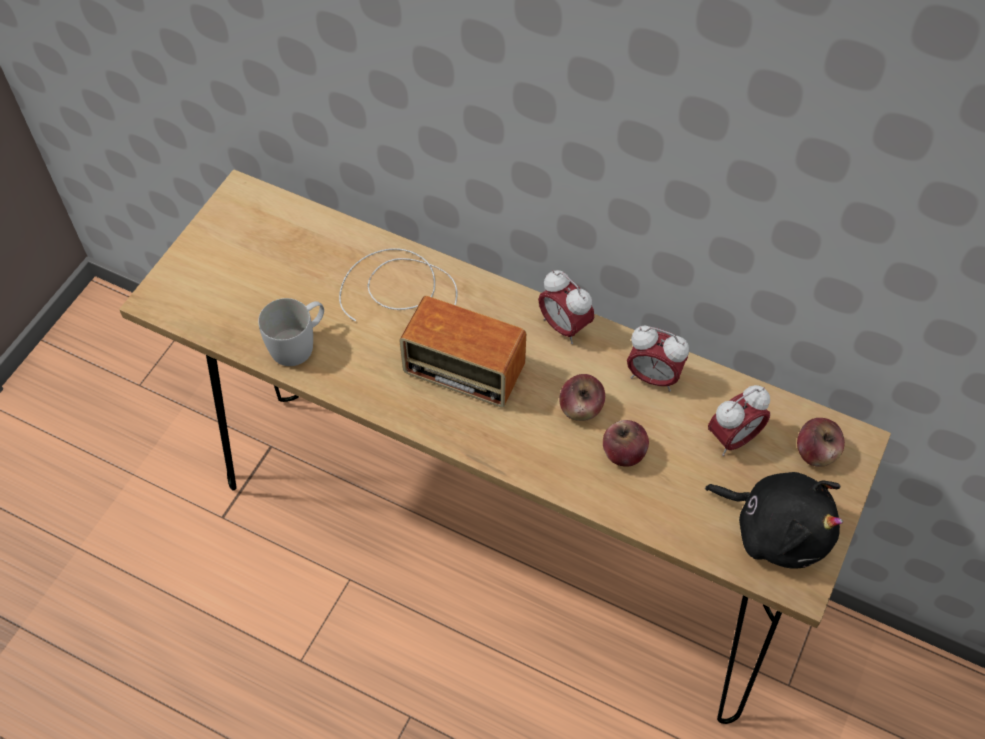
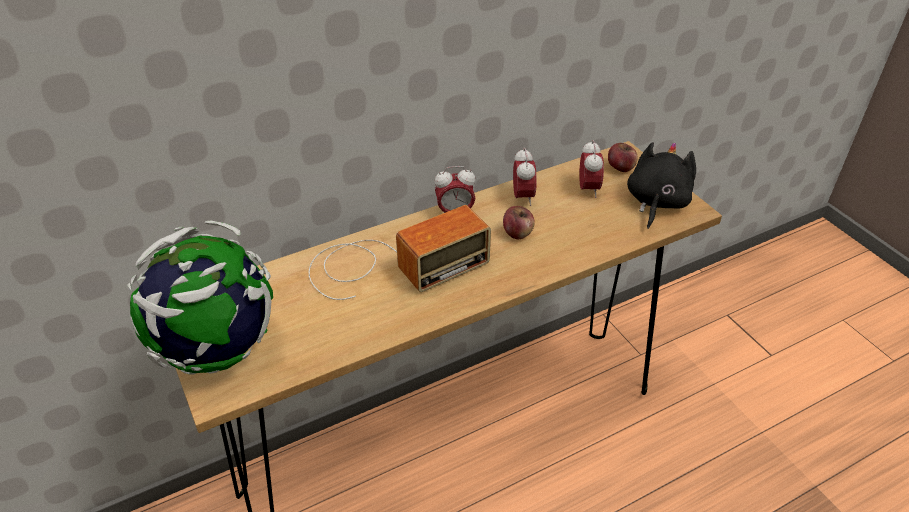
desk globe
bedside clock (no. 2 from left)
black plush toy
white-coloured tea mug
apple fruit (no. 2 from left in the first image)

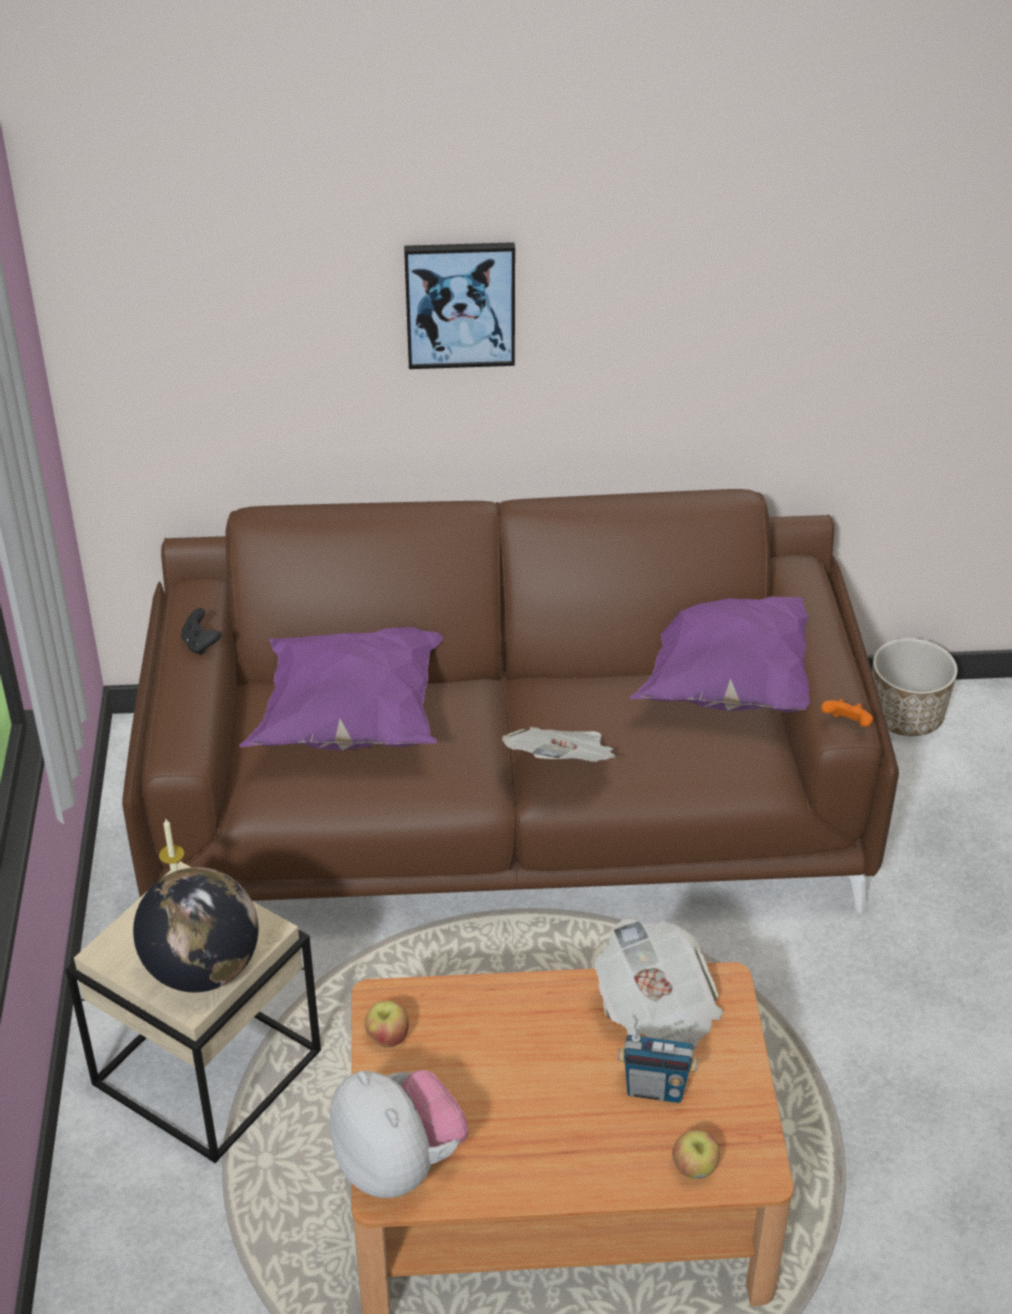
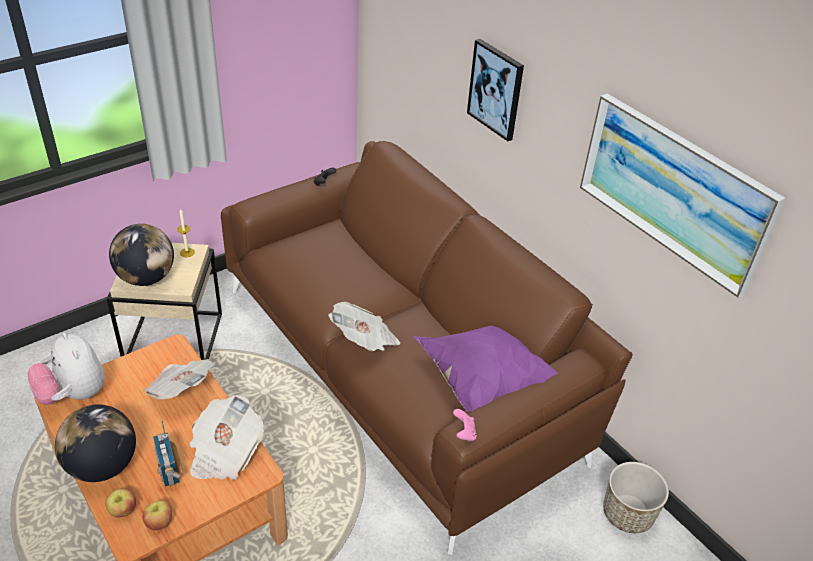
plush toy
desk globe (no. 1 from left)
apple fruit (no. 2 from left)
printed paper (no. 1 from left)
pink-coloured game controller
wall art (no. 2 from left)
purple cushion (no. 1 from left in the first image)

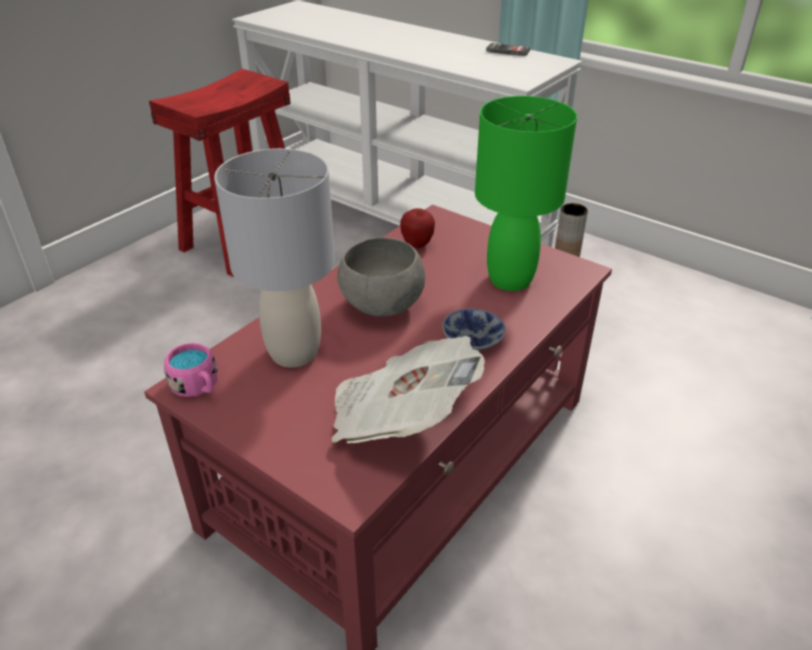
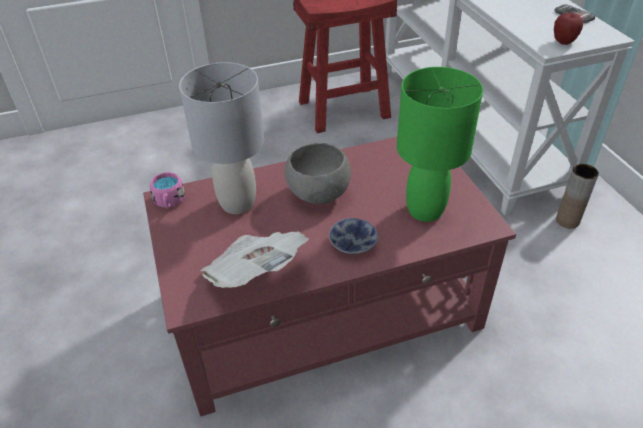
apple fruit

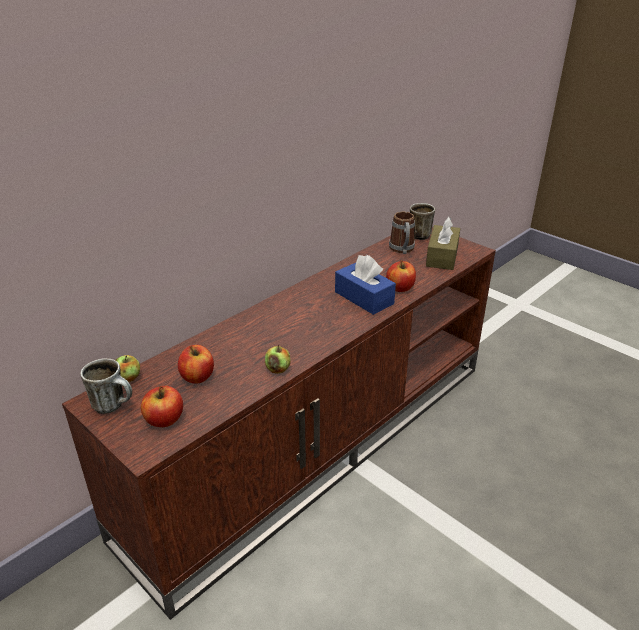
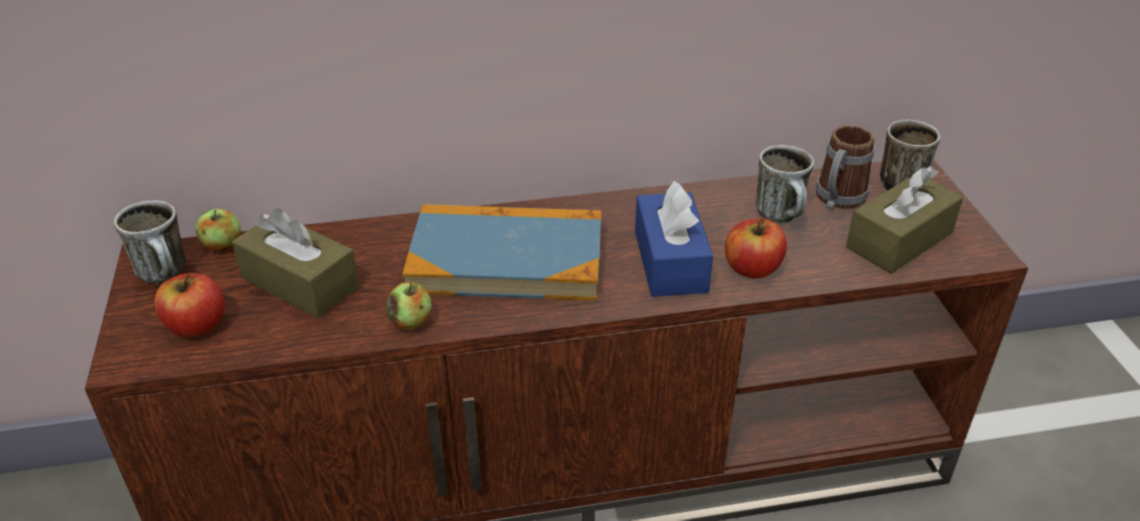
brownish tissue box (no. 1 from left)
book
tea mug (no. 2 from left)

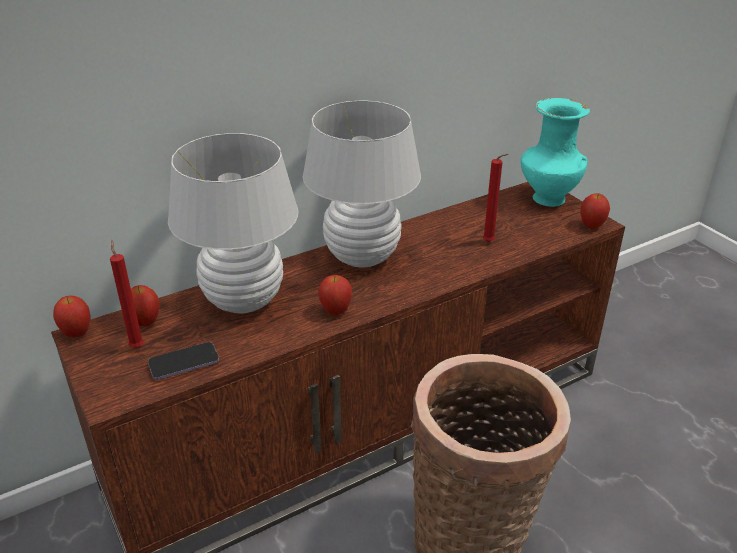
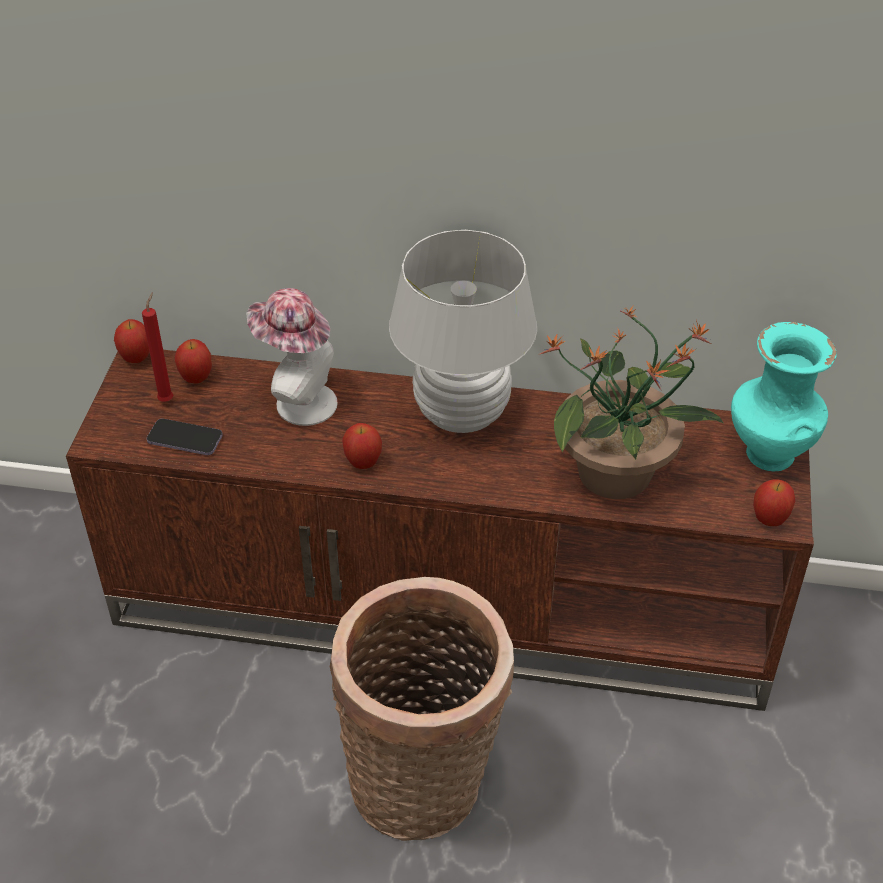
wearable hat
houseplant

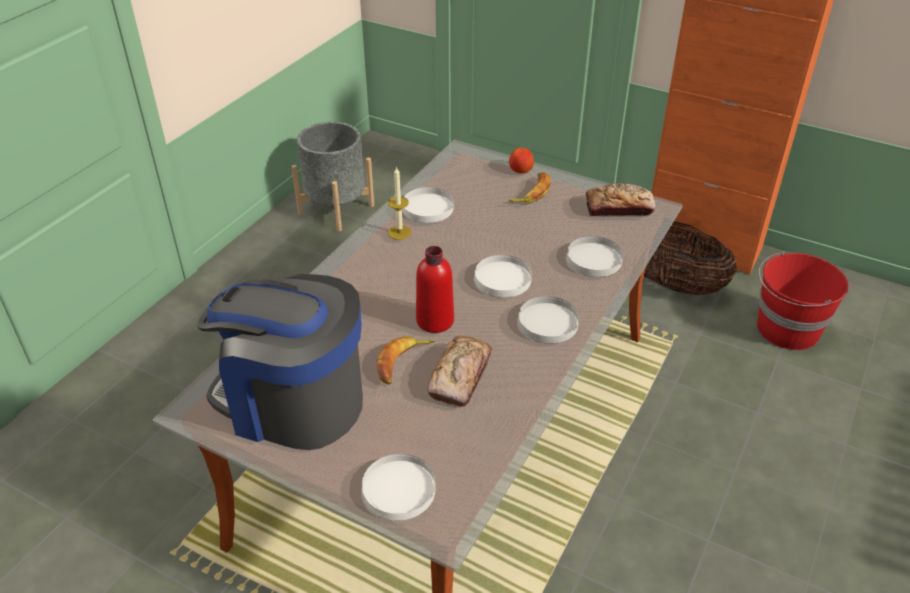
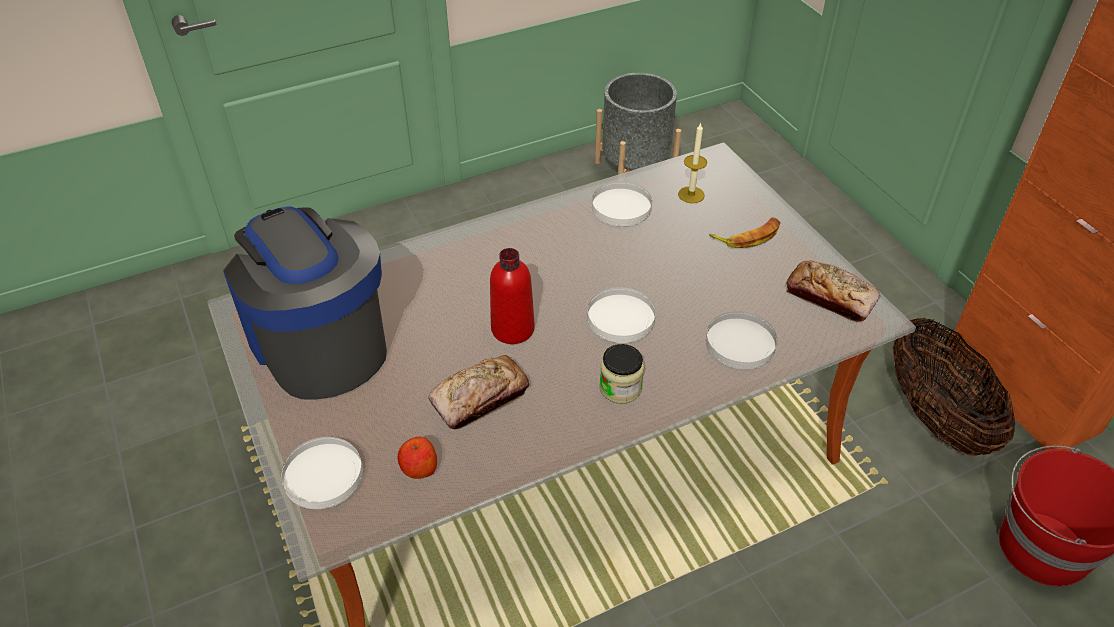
apple fruit
storage jar
candle
banana (no. 1 from left in the first image)

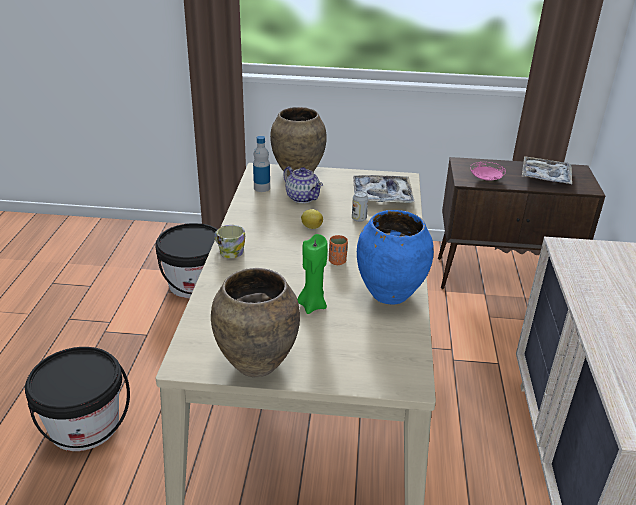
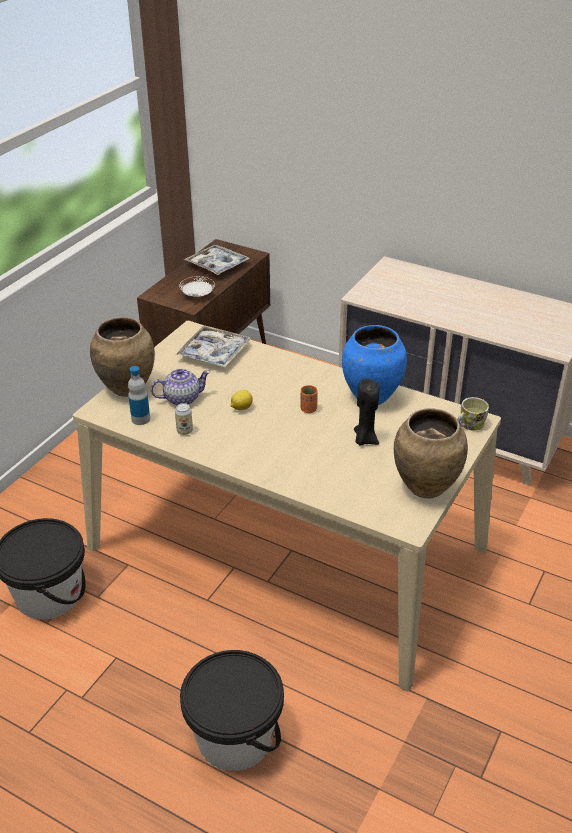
can
white-coloured plate
black candle
tea mug

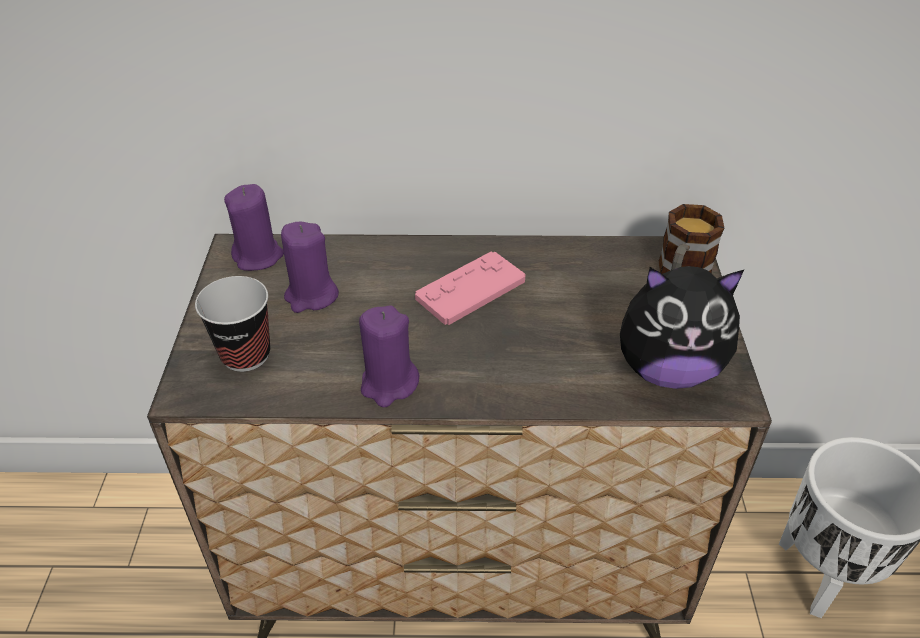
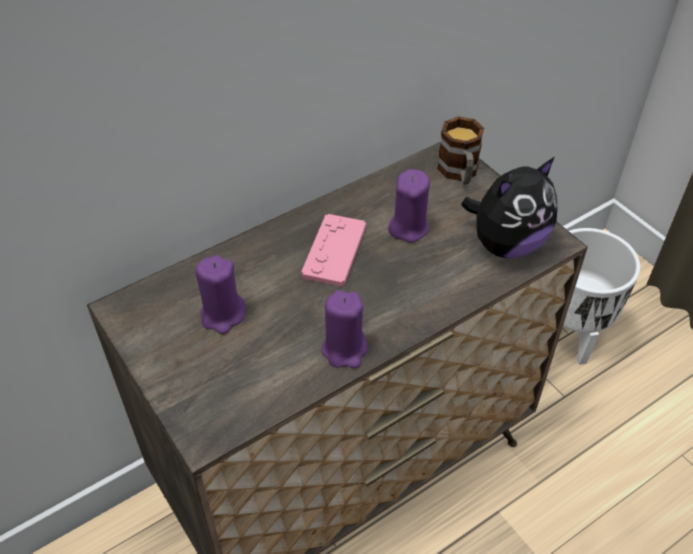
purple candle (no. 3 from left)
small cup

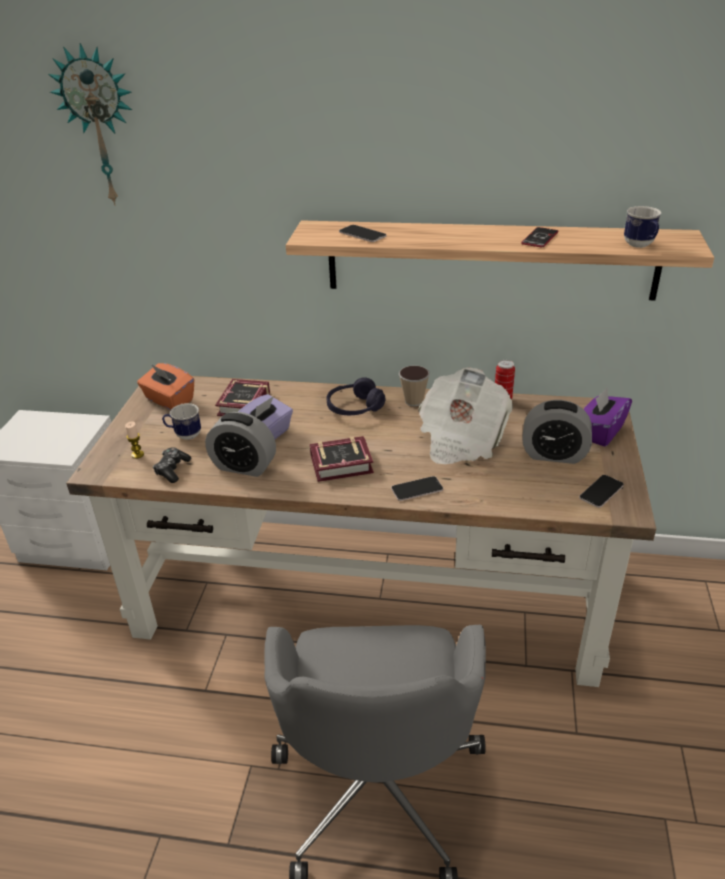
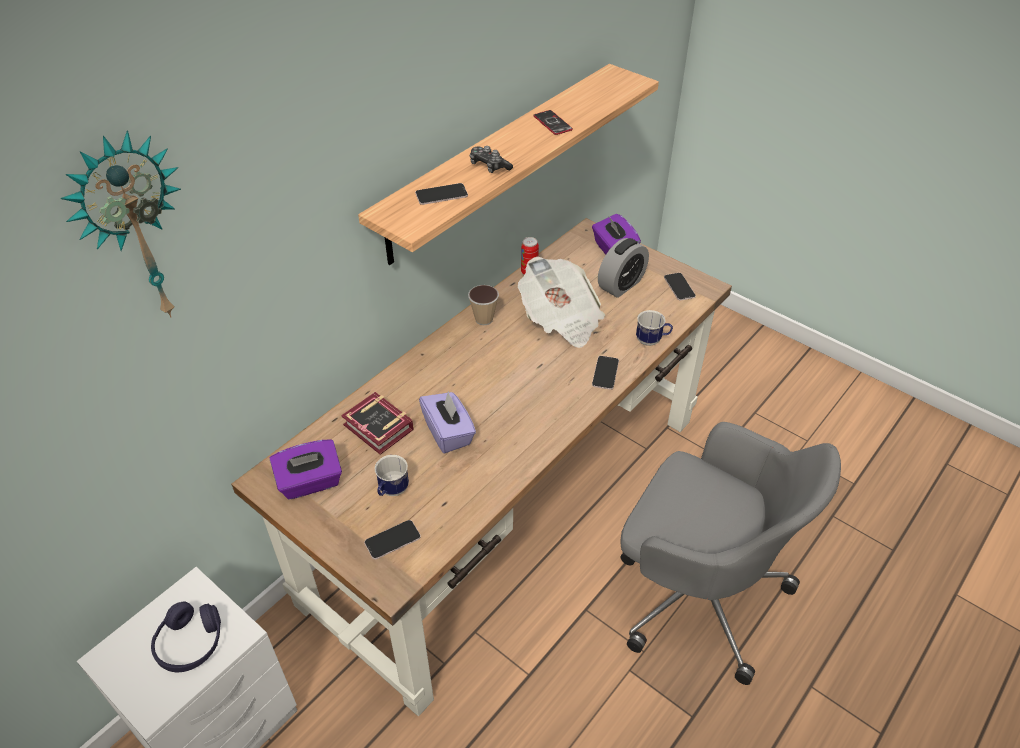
purple pair of headphones
purple tissue box (no. 1 from left)
phone (no. 1 from left)
game controller
tea mug (no. 2 from left)
bedside clock (no. 1 from left in the first image)
book (no. 2 from left in the first image)

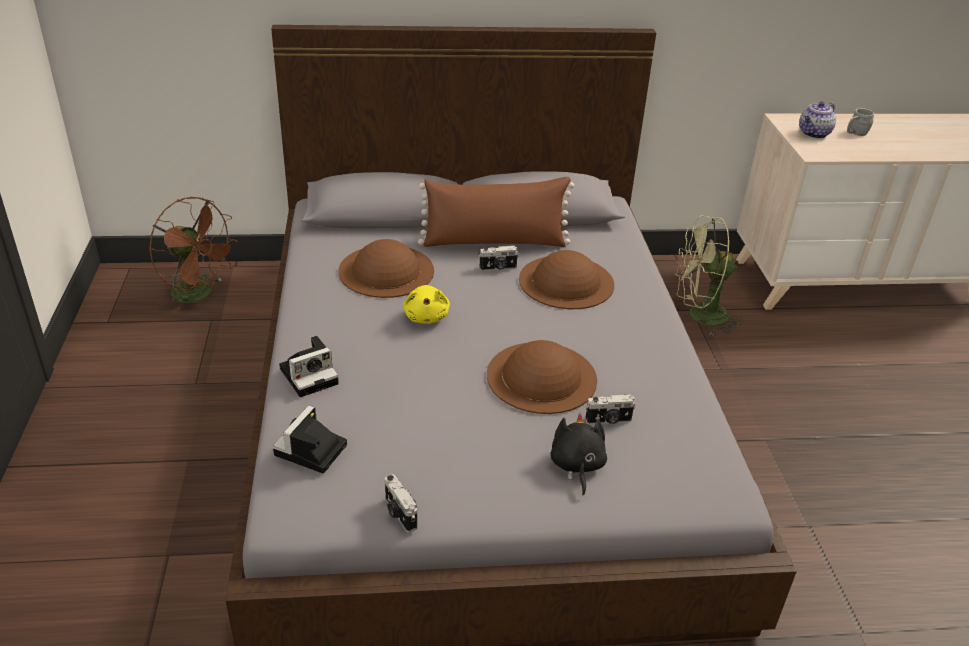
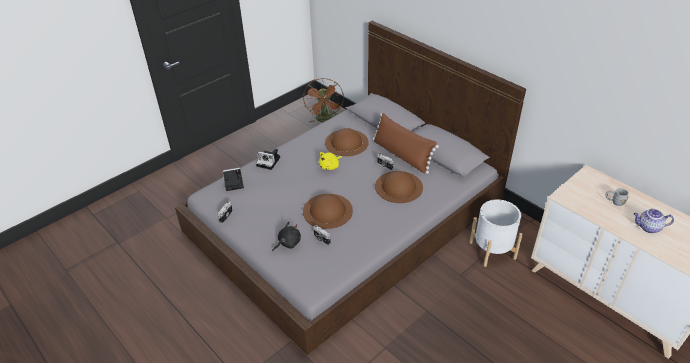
white-coloured plant pot
pot for tea

